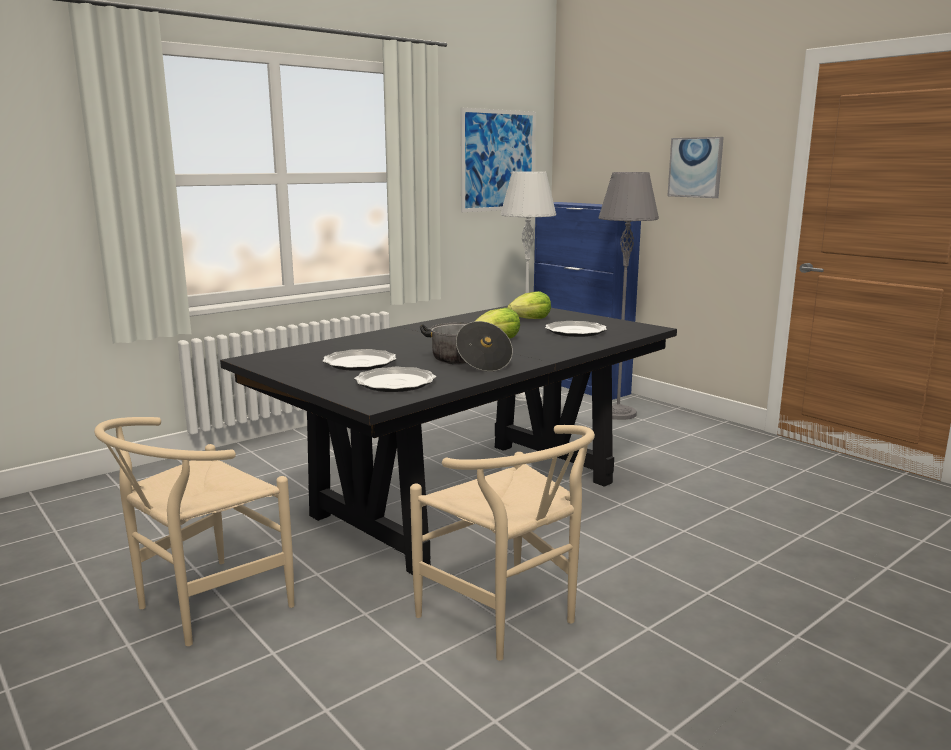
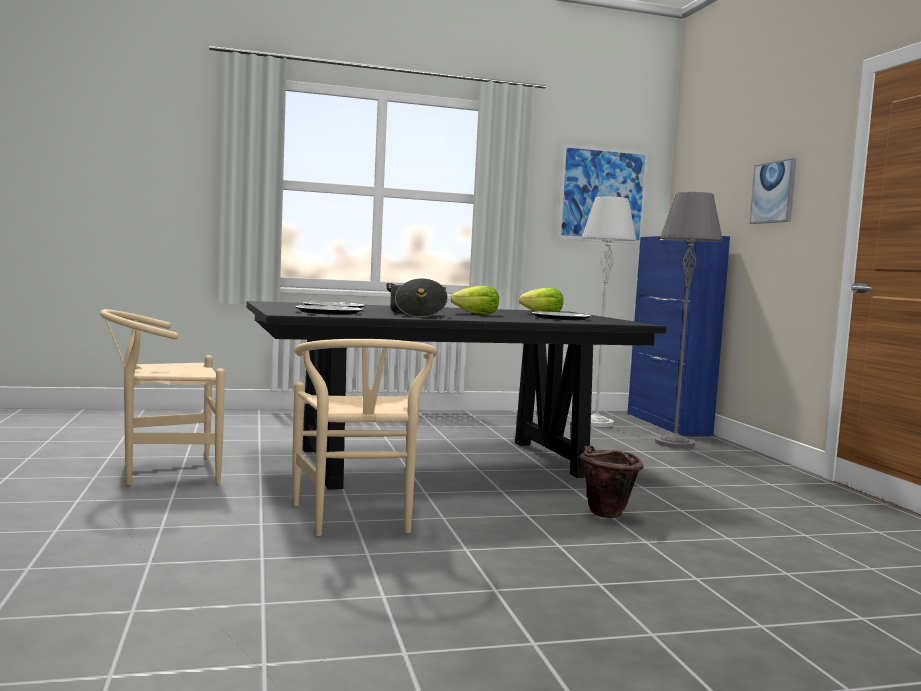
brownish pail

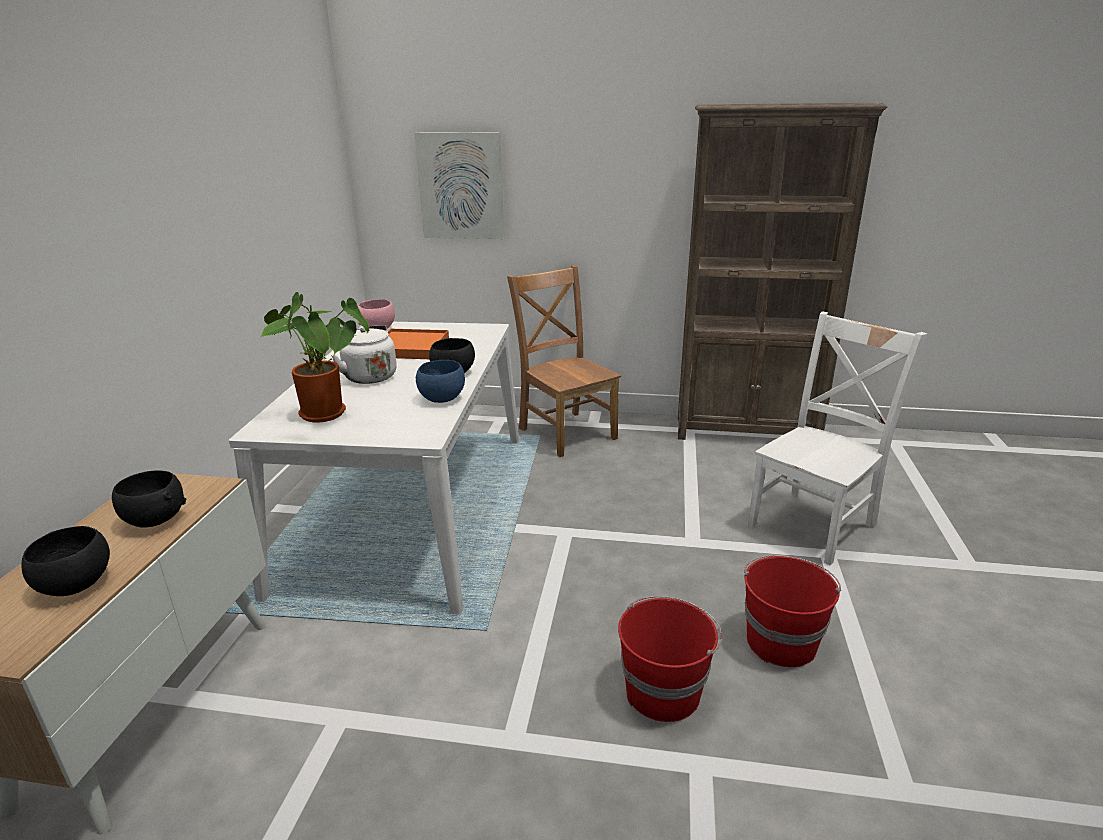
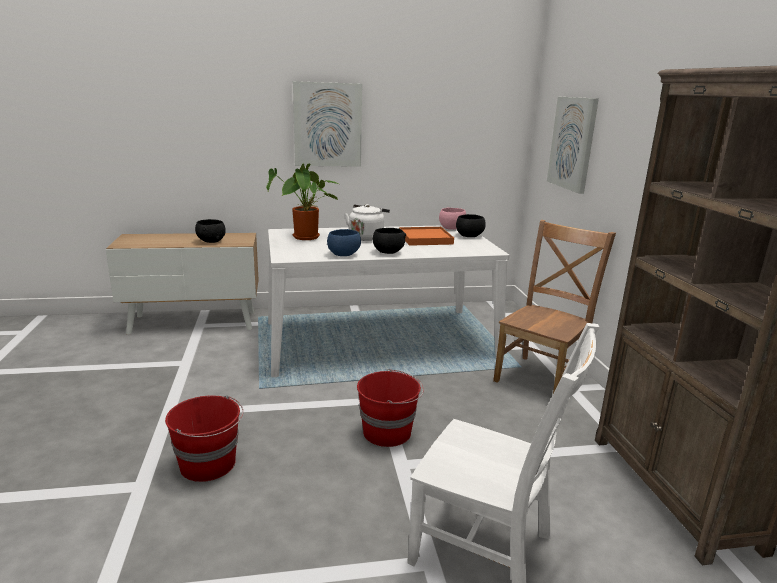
wall art (no. 1 from left)
red pail (no. 2 from left)
black deep dish (no. 3 from left)

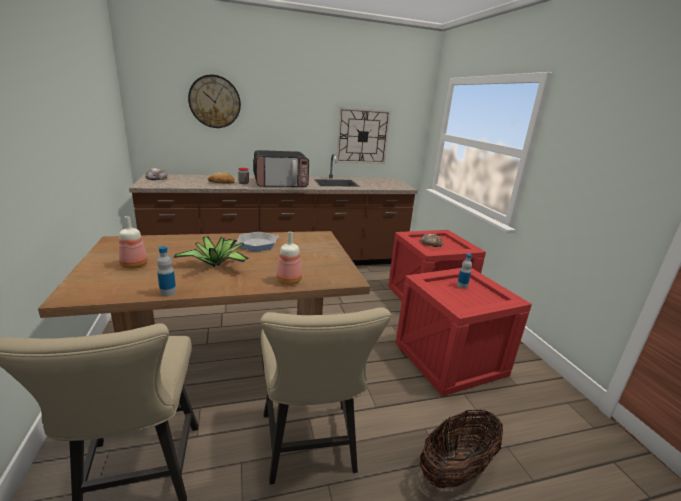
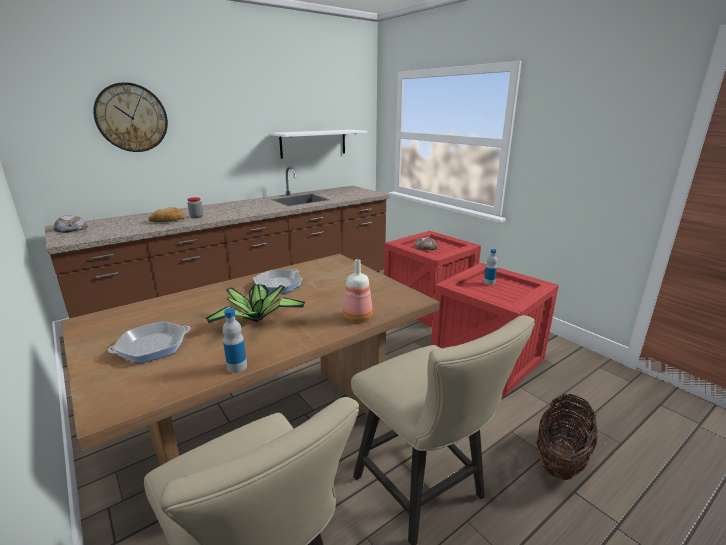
skillet (no. 1 from left)
white-coloured shelf
microwave oven

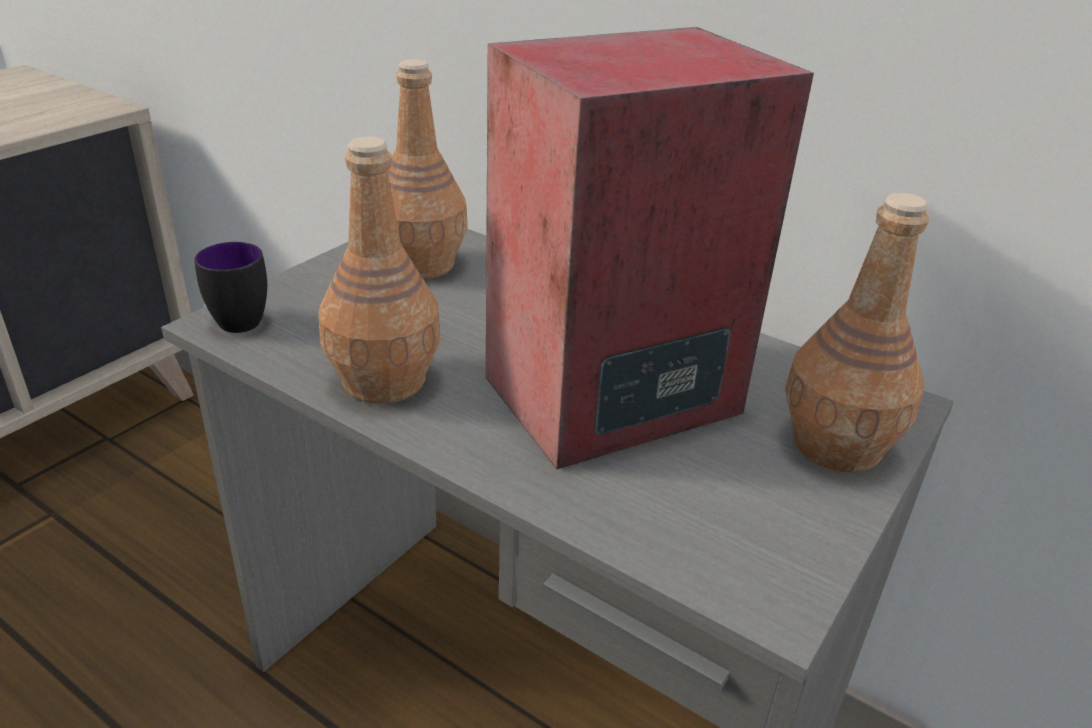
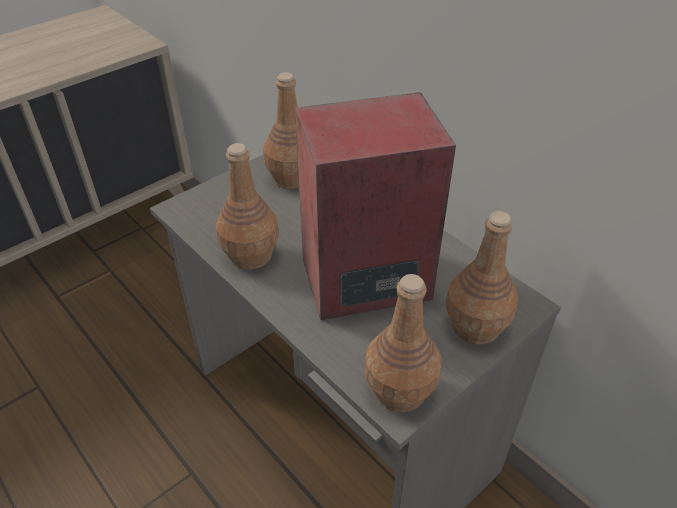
brownish drink bottle (no. 3 from left)
tea mug

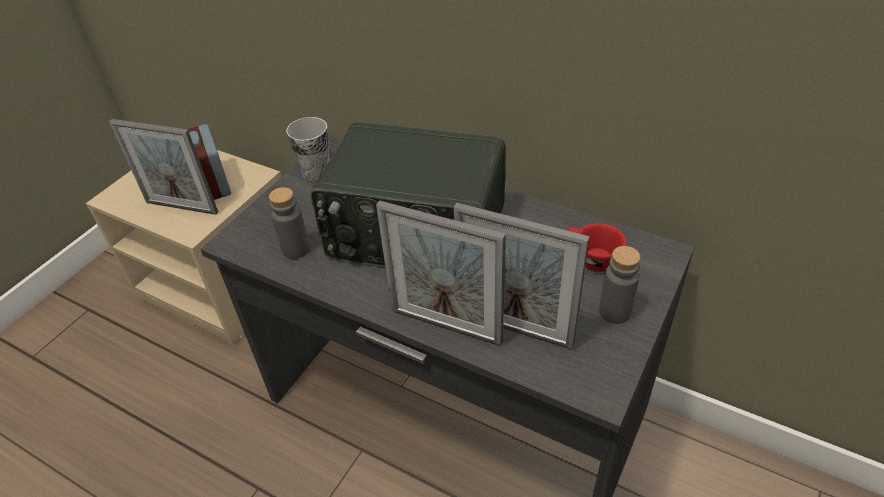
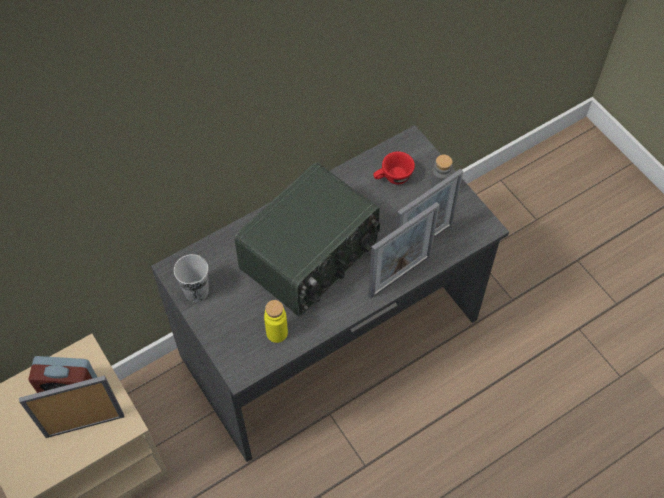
picture frame (no. 1 from left)
yellow drink bottle

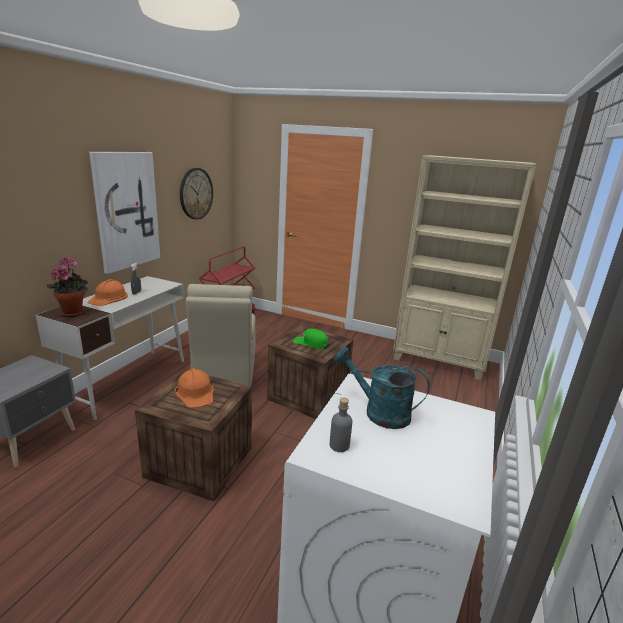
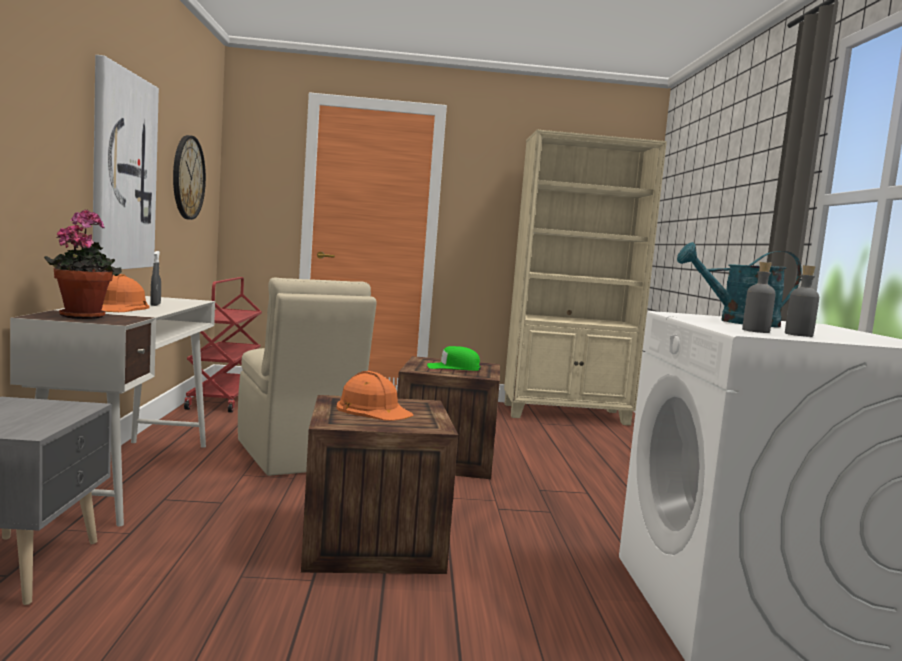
greyish drink bottle (no. 2 from left)

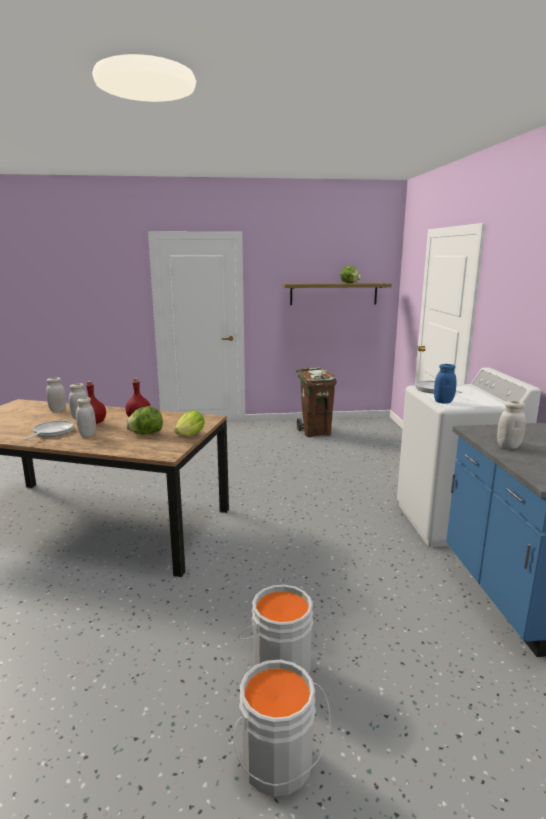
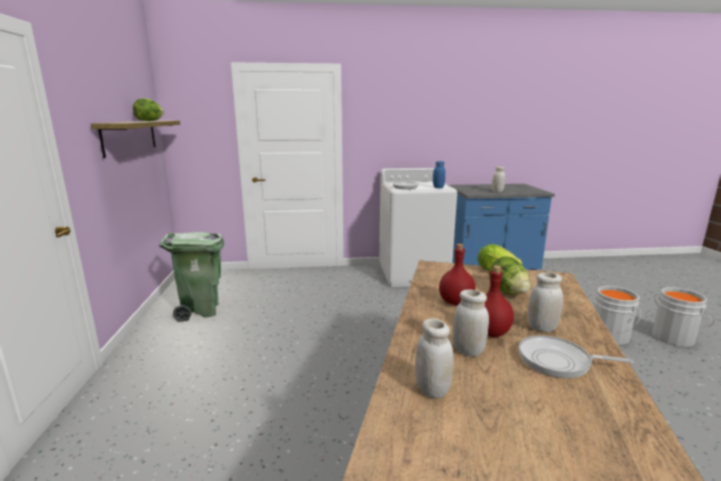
greenish trash can

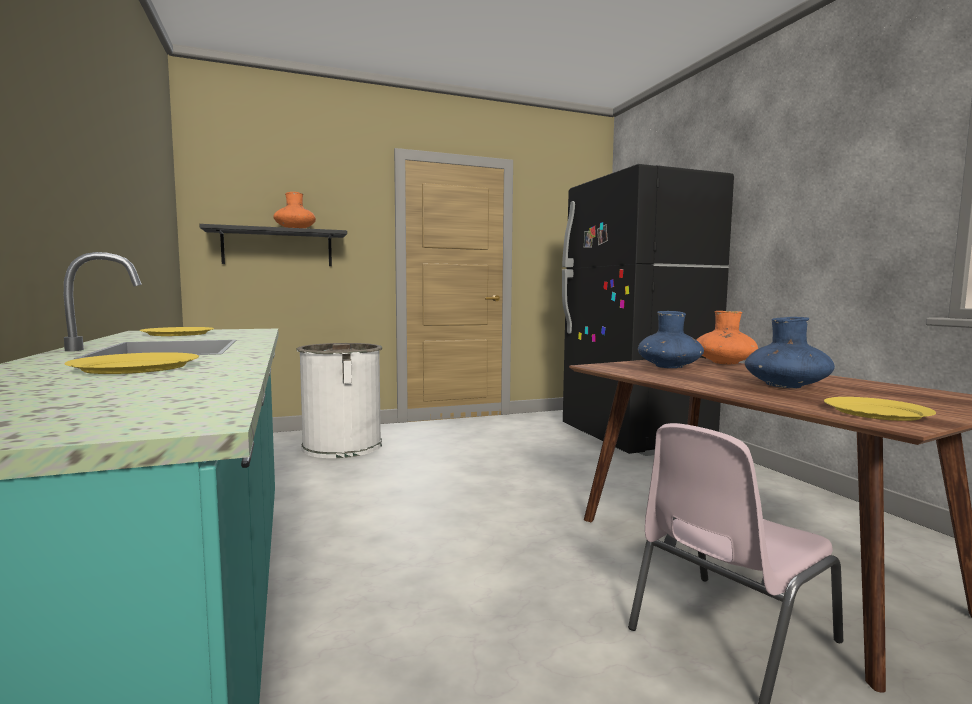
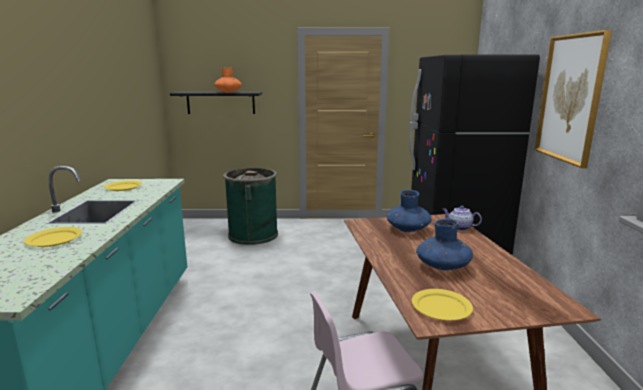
greenish trash can
pot for tea
wall art

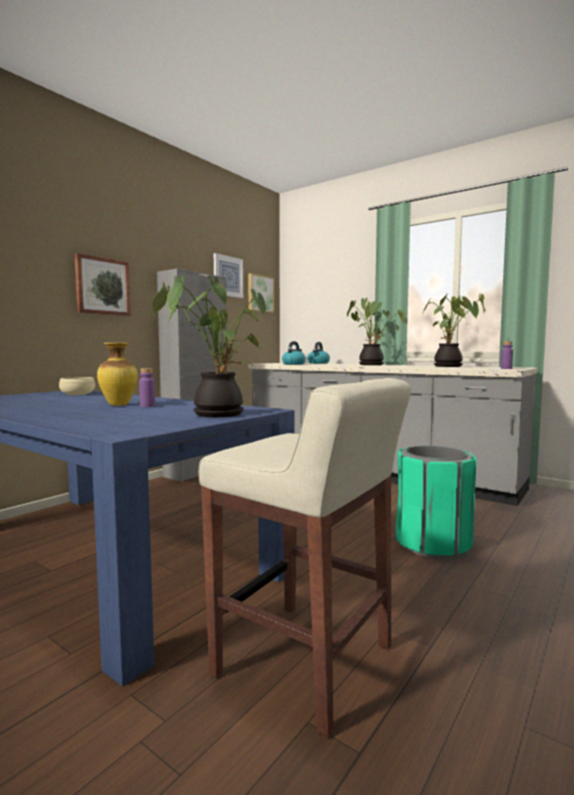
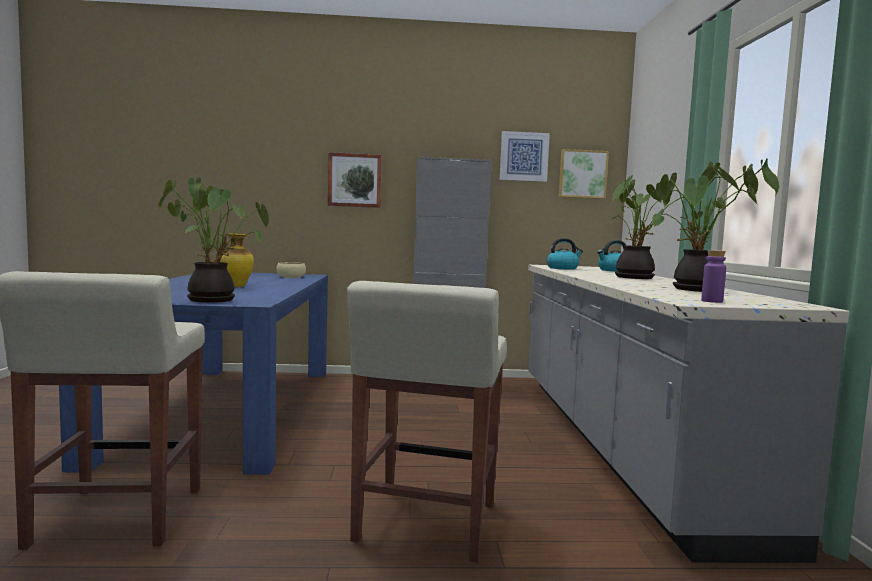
sand-coloured sitting stool (no. 2 from left)
purple drink bottle (no. 1 from left in the first image)

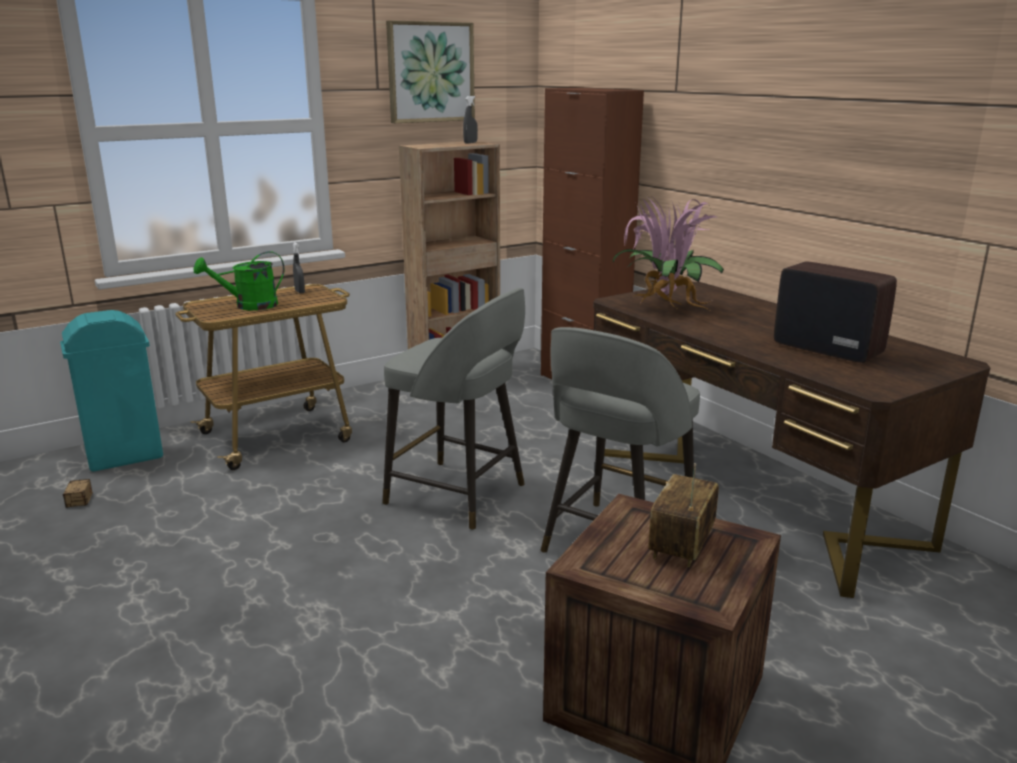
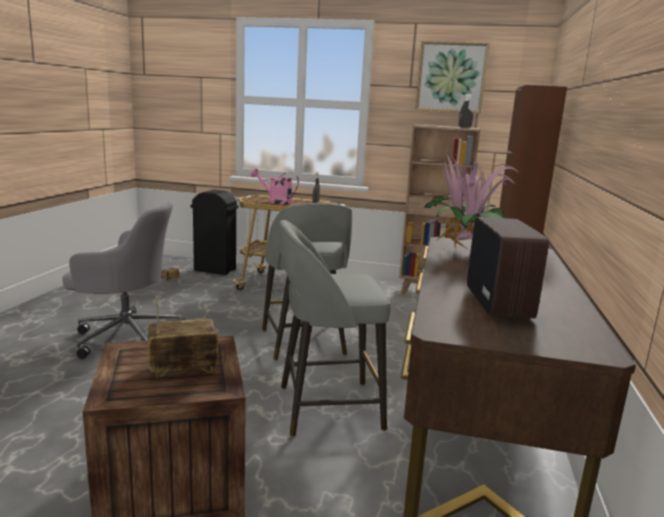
greyish desk chair
black trash can
pink-coloured watering pot

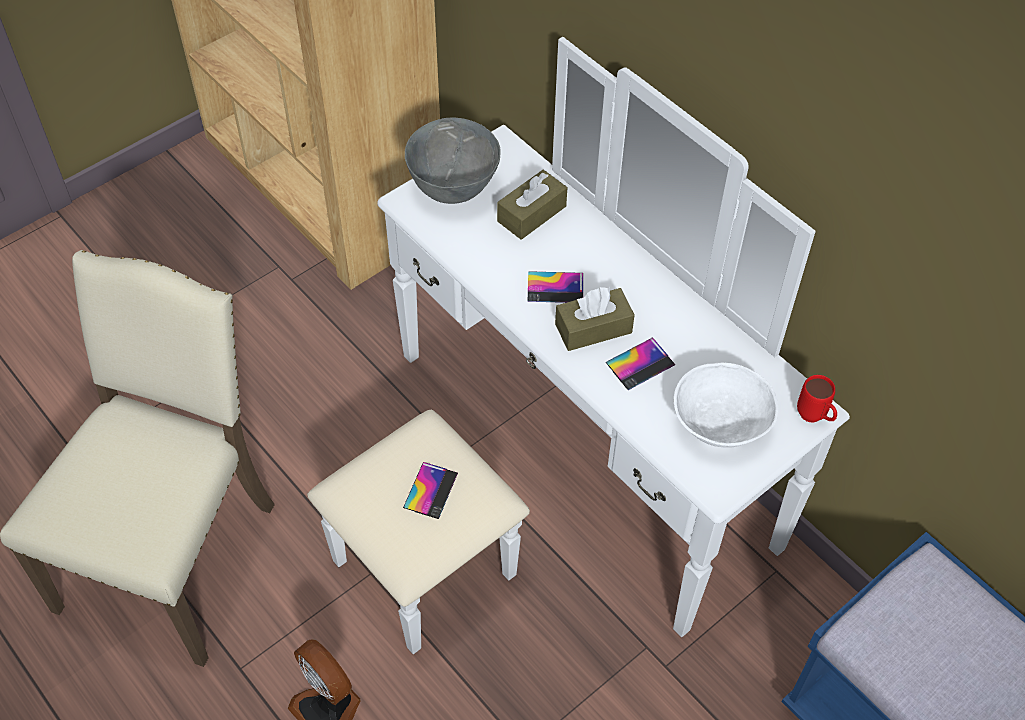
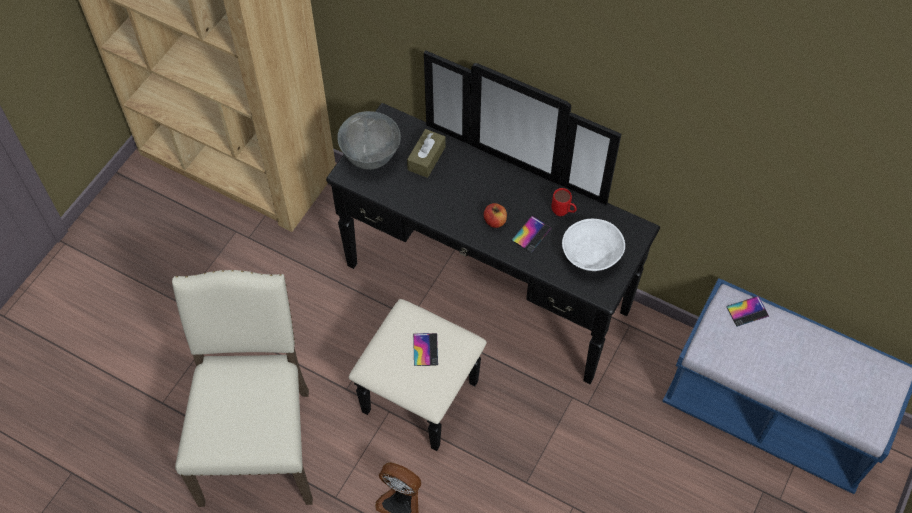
black drawer chest
apple fruit
red tea mug
phone (no. 3 from left)

